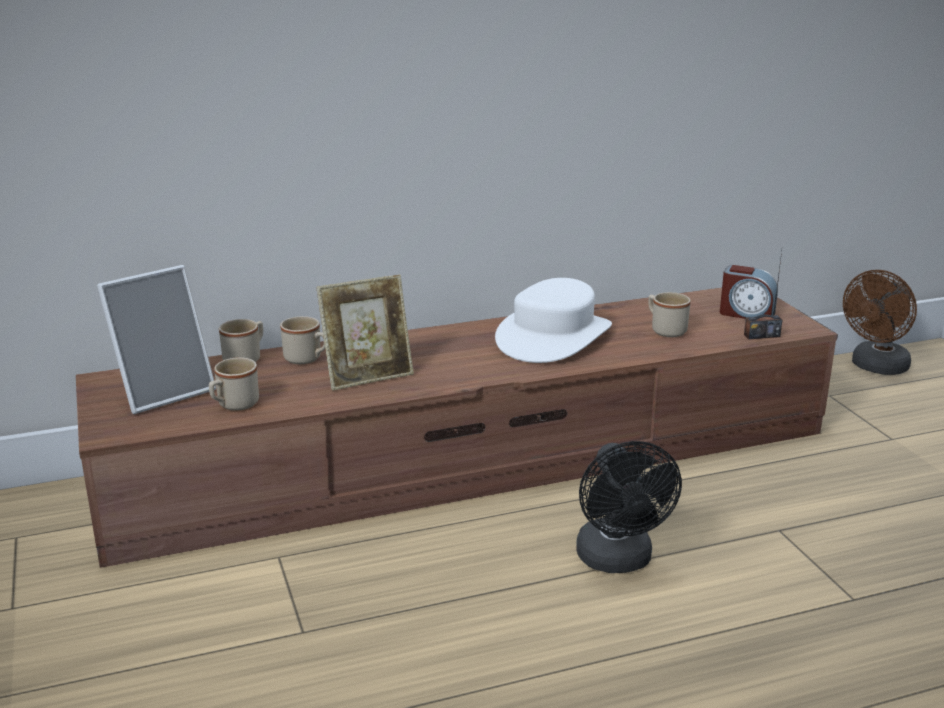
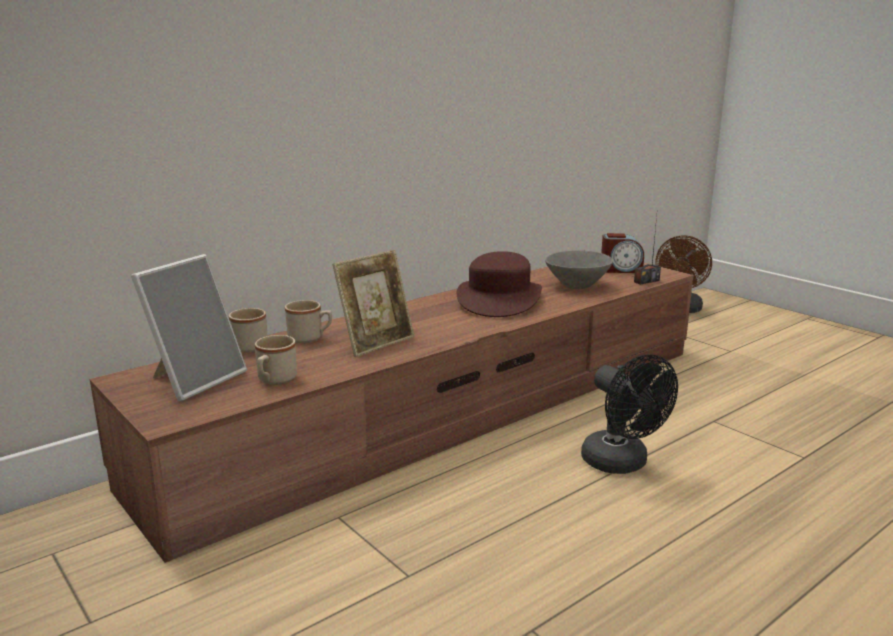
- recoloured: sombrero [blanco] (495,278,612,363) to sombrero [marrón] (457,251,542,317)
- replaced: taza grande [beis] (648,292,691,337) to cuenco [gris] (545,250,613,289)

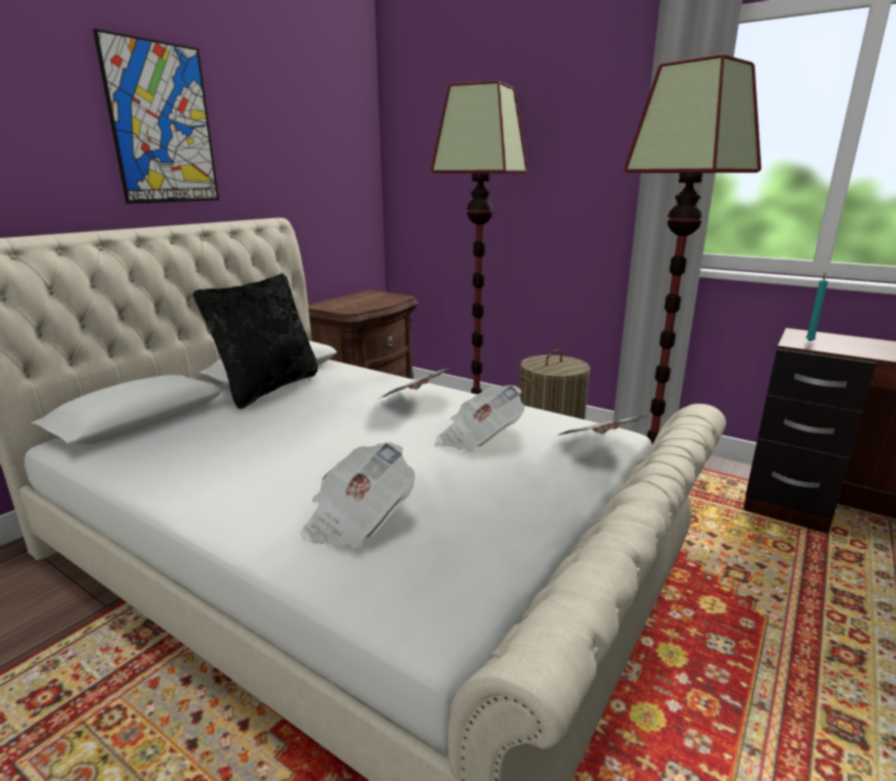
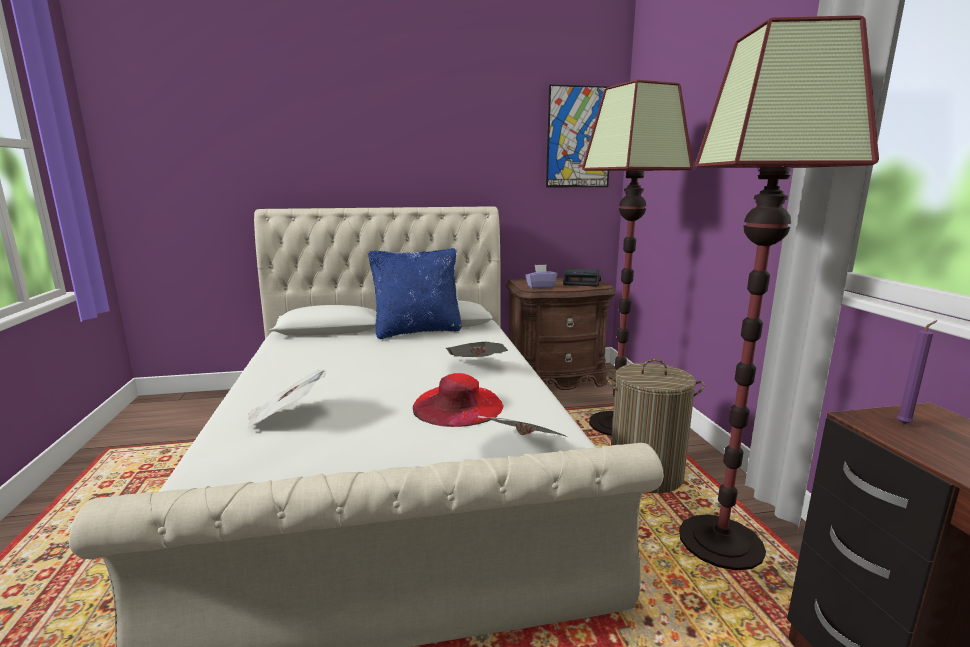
- moved: cuadro (93,28,219,204) to (546,84,609,187)
- recoloured: cojín [negro] (192,274,318,409) to cojín [azul] (368,248,462,339)
- replaced: periódico (436,385,525,452) to sombrero [rojo] (413,373,503,427)
- recoloured: vela [turquesa] (806,273,828,341) to vela [morado] (897,320,937,424)
- added: caja de pañuelos [morado] (525,264,557,289)
- added: despertador (563,268,601,286)

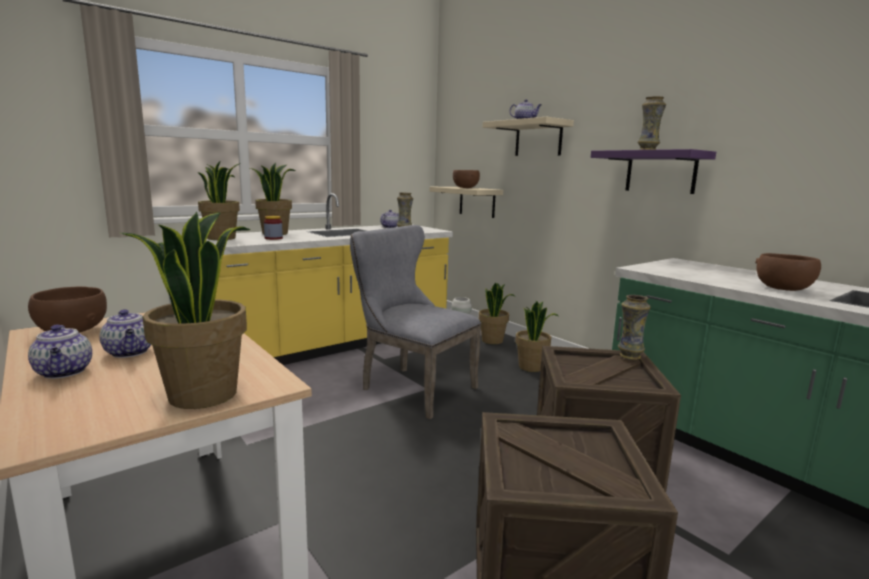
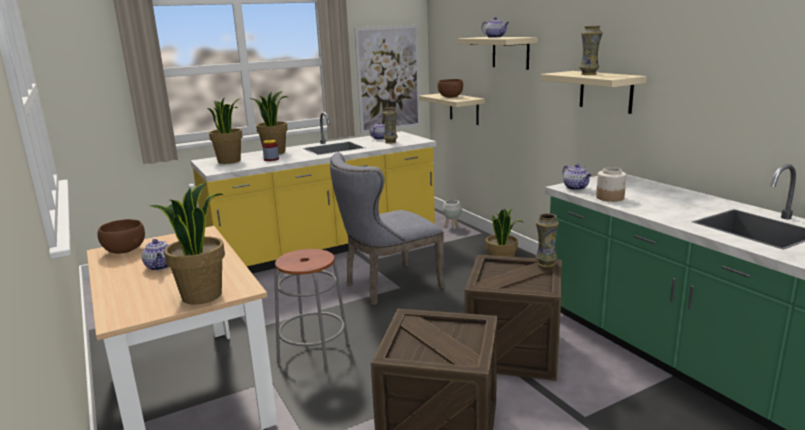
- moved: tetera (28,324,92,379) to (563,164,592,190)
- turned: silla [gris] (350,225,481,419) = (330,152,445,305) 75 degrees counterclockwise
- removed: planta en maceta (479,283,515,344)
- recoloured: estante [morado] (591,149,716,194) to estante [beis] (541,71,647,114)
- removed: cuenco [marrón] (755,253,821,291)
- added: taburete [gris] (275,249,349,372)
- added: cuadro (354,25,421,134)
- added: tarro (596,167,626,202)

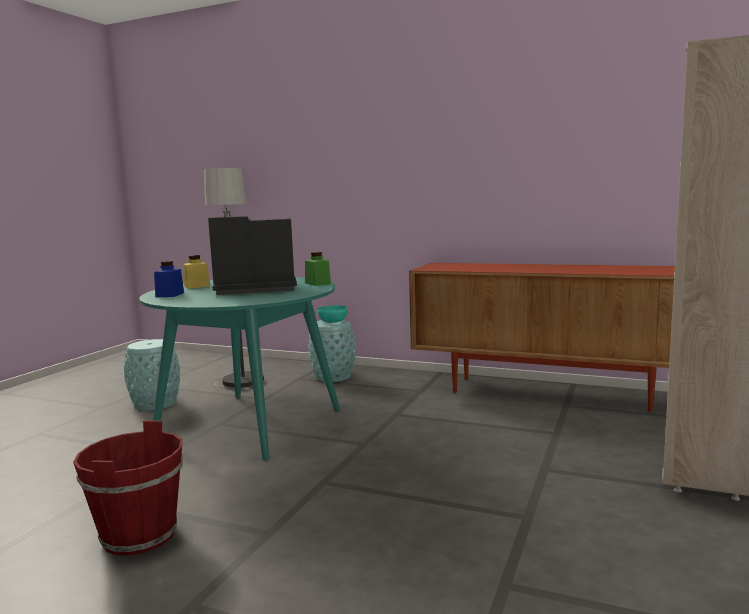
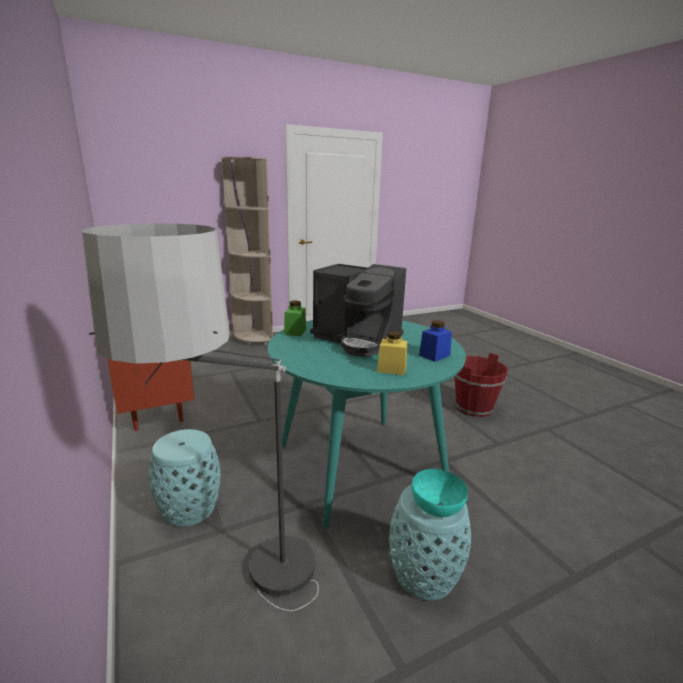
- moved: cuenco [turquesa] (317,305,348,323) to (412,469,468,517)

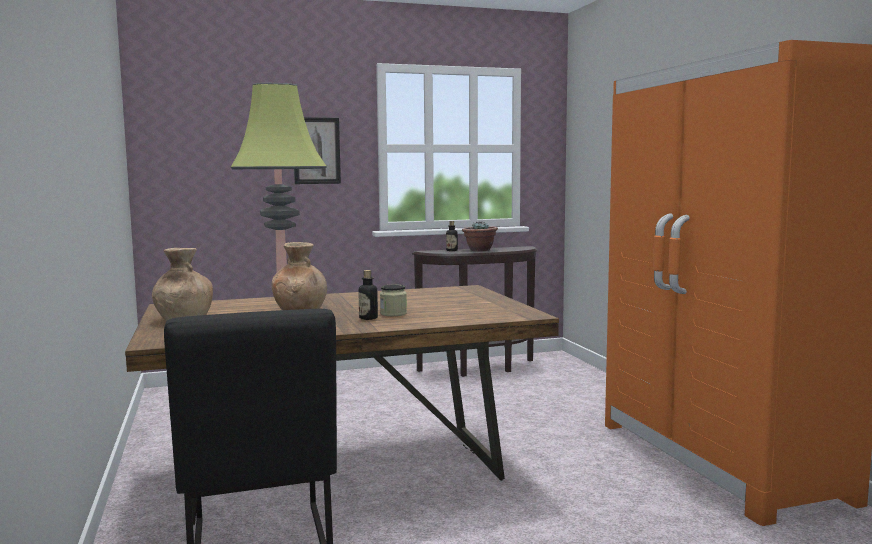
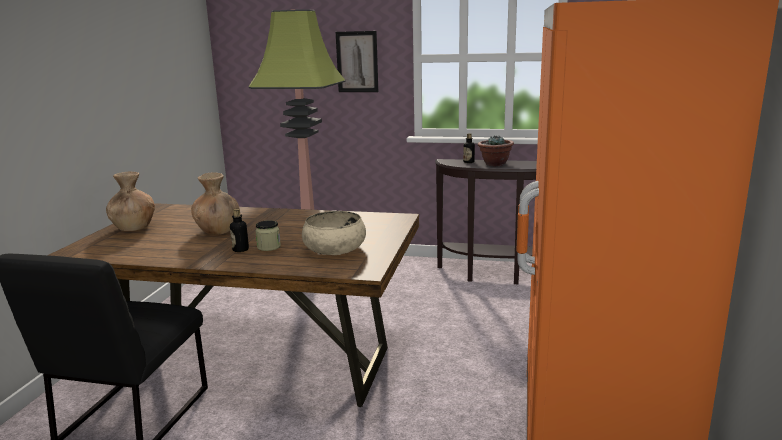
- added: cuenco [beis] (302,211,366,255)

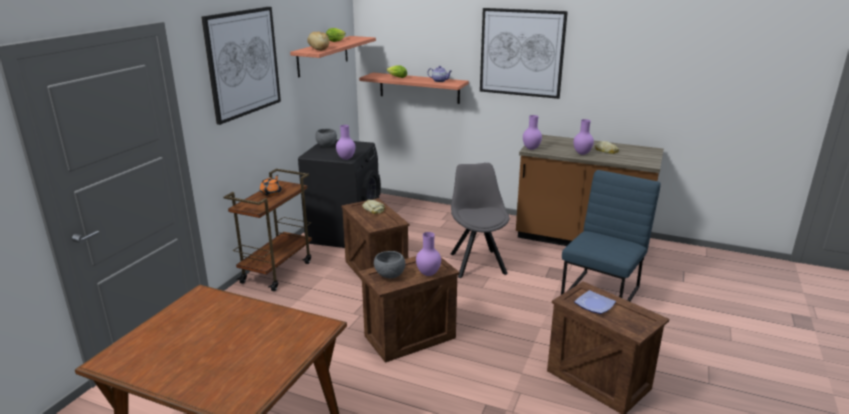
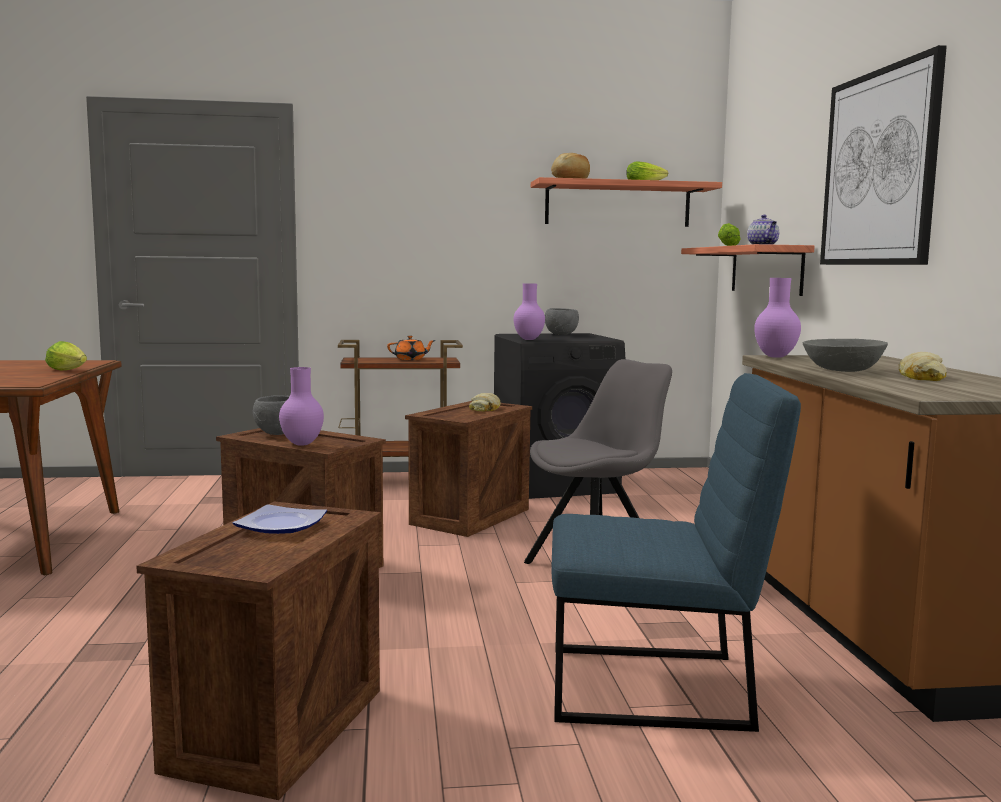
- removed: cuadro (201,7,281,125)
- replaced: florero [morado] (573,119,594,155) to cuenco [gris] (803,339,888,372)
- added: lechuga (45,341,87,370)

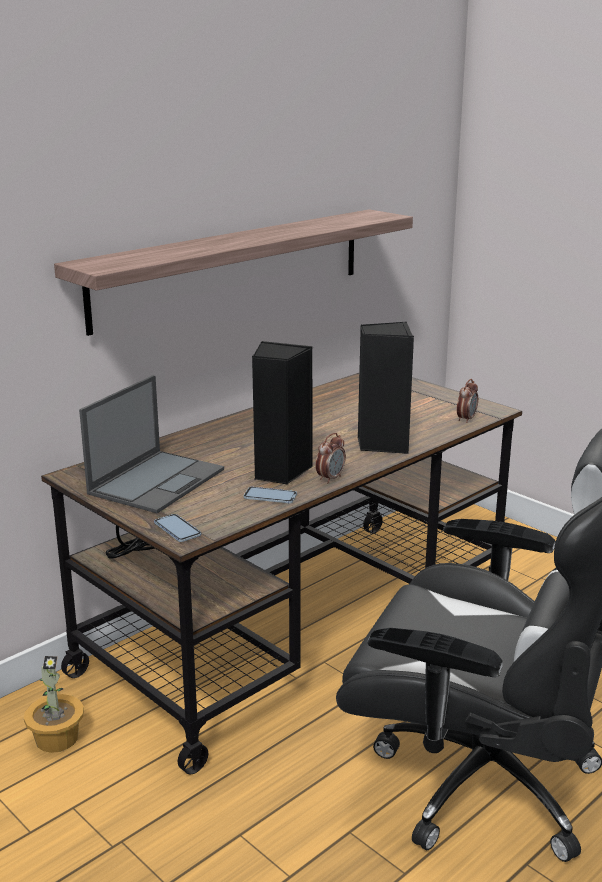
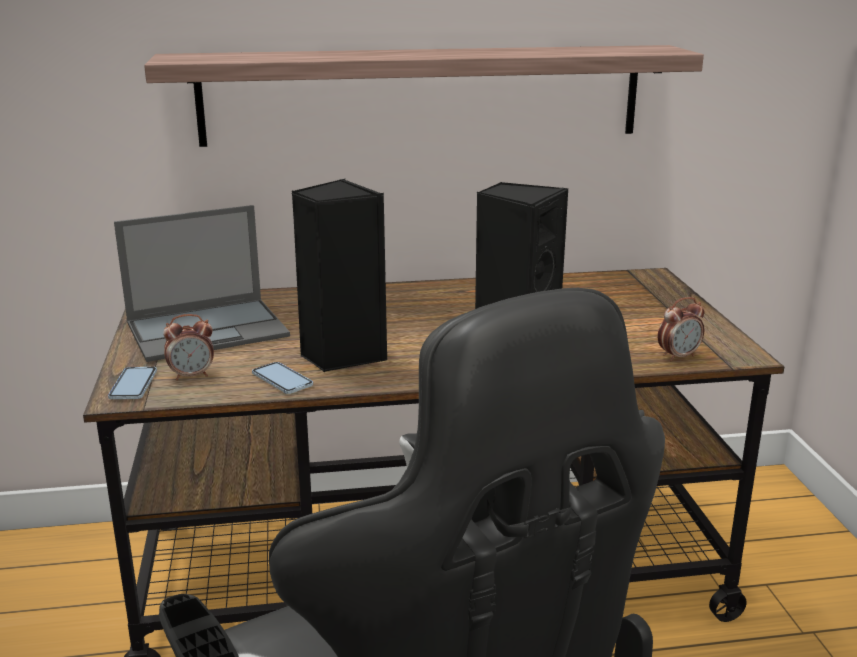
- removed: planta en maceta (24,656,84,753)
- moved: despertador (316,433,346,483) to (163,314,214,380)

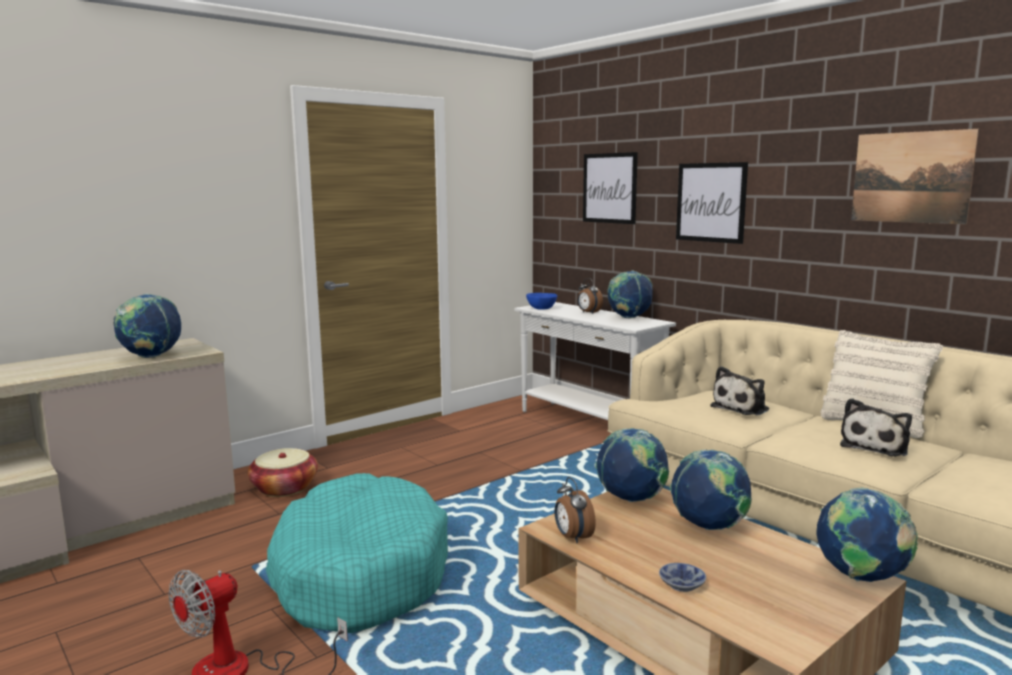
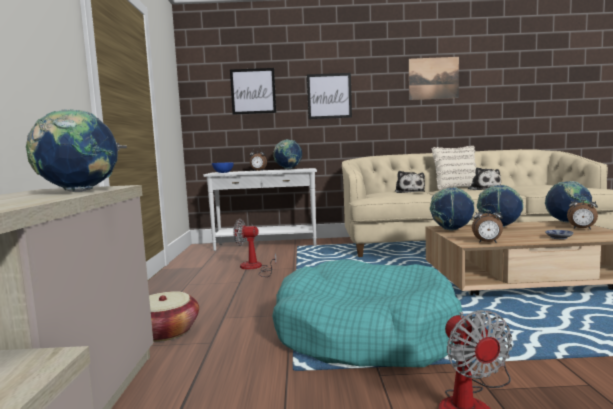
- added: ventilador (233,219,276,277)
- added: despertador (567,194,598,230)

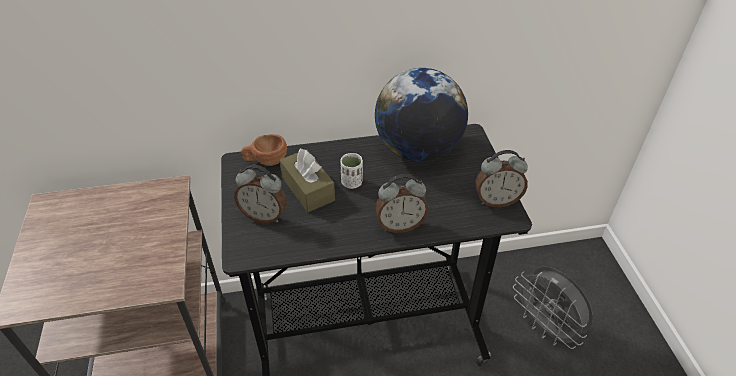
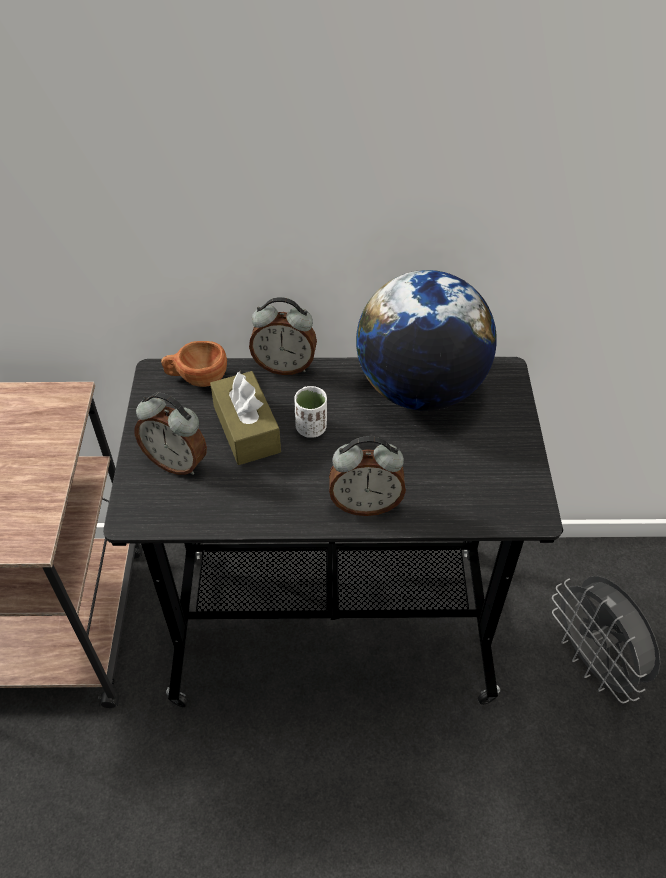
- moved: despertador (475,150,528,207) to (249,297,317,375)

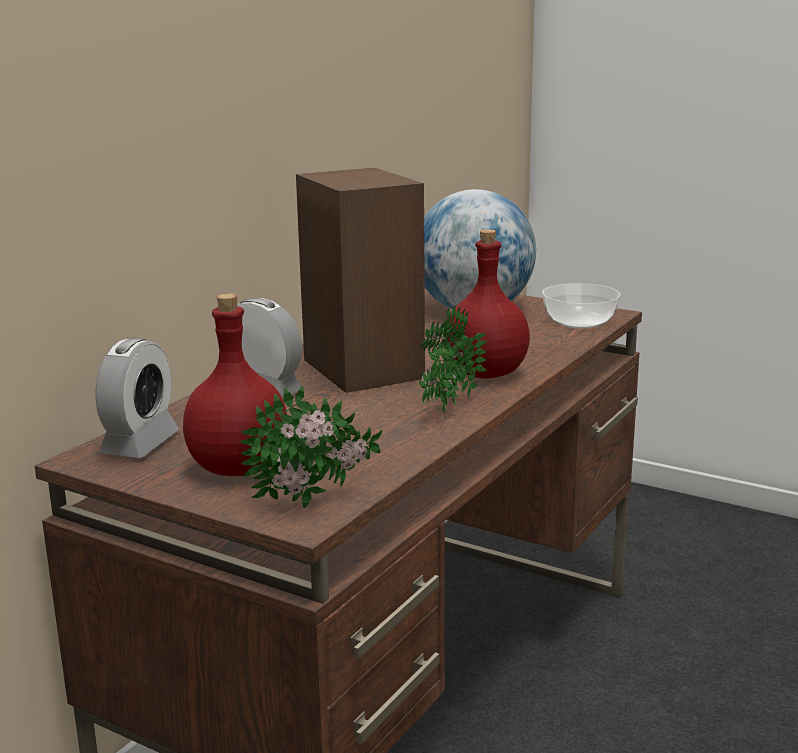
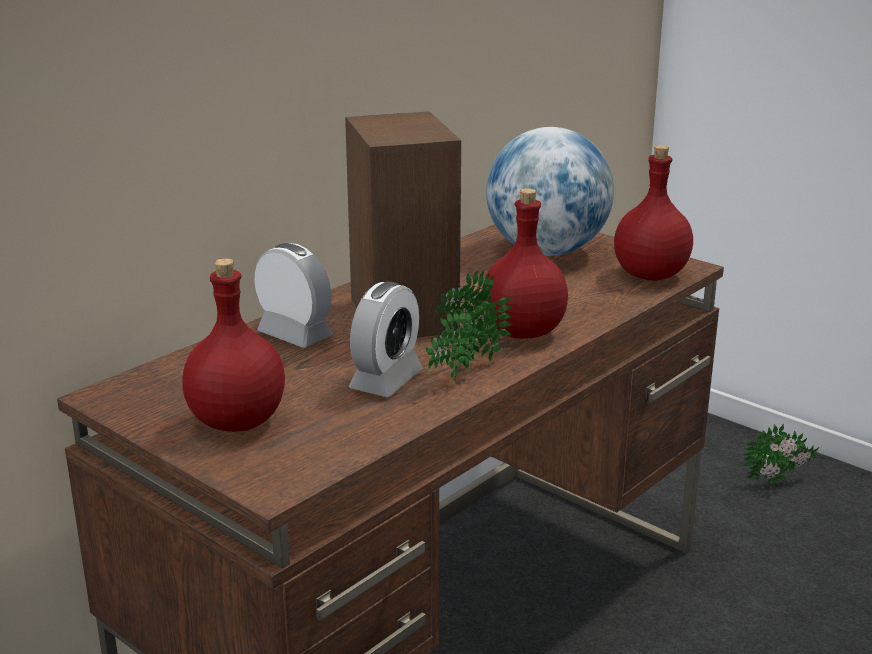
- moved: despertador (95,338,179,458) to (349,281,423,397)
- moved: planta en maceta (240,386,382,508) to (742,424,819,486)
- replaced: cuenco (542,283,621,329) to botella [rojo] (614,145,693,281)

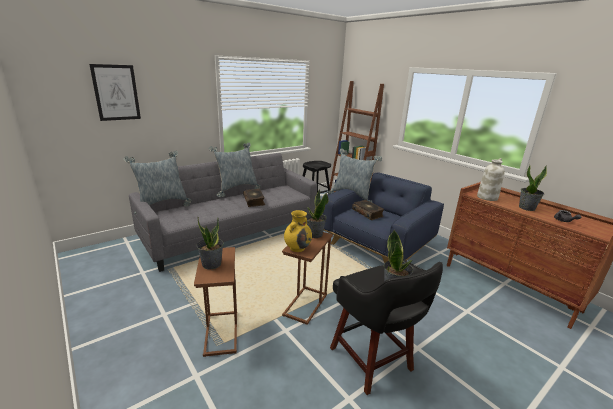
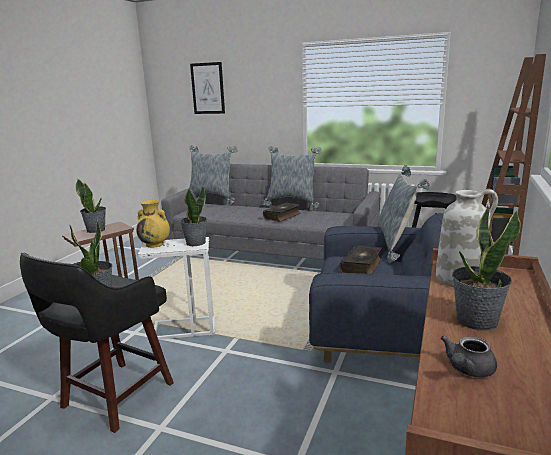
- recoloured: mesa auxiliar [marrón] (282,232,333,325) to mesa auxiliar [blanco] (138,237,215,340)

